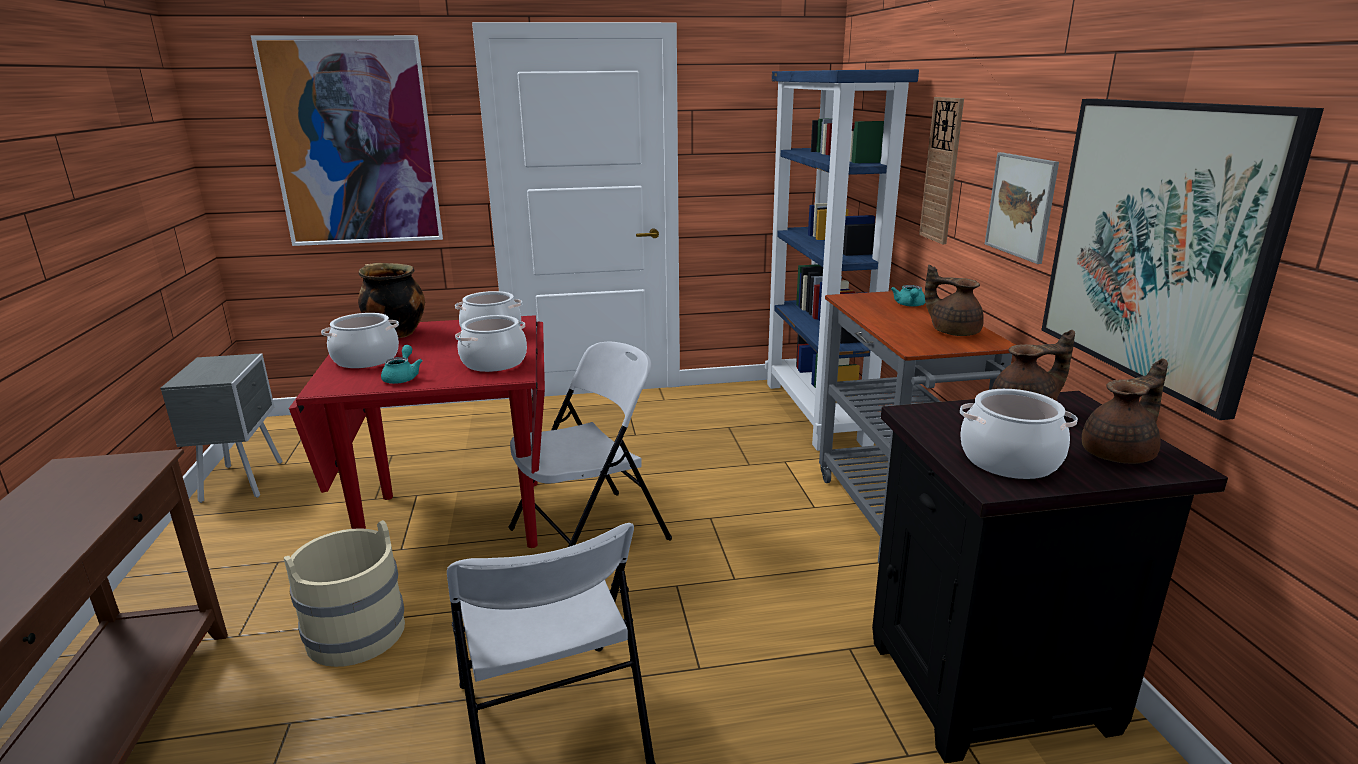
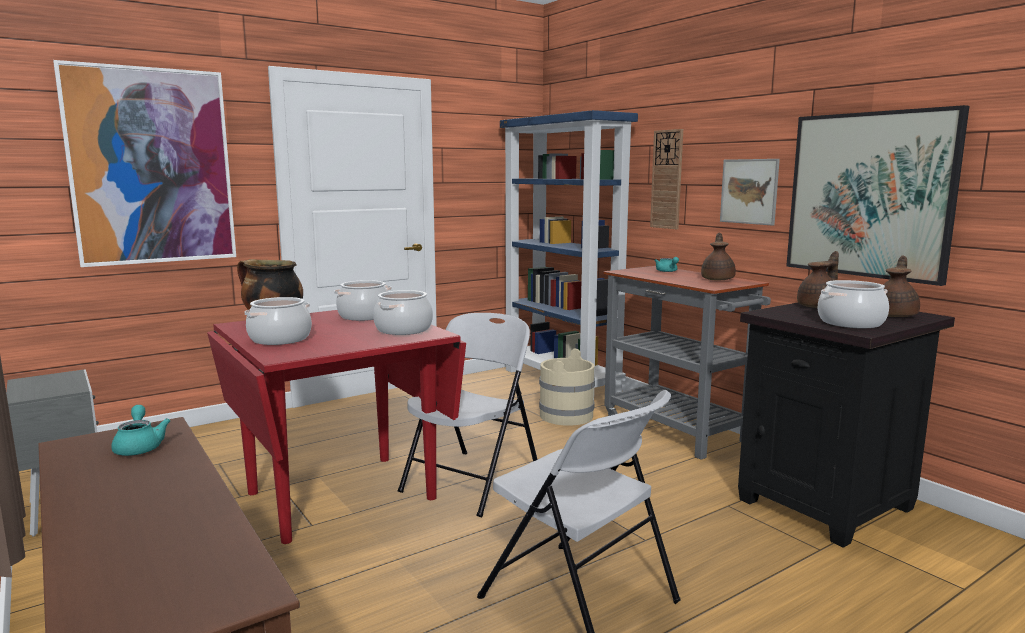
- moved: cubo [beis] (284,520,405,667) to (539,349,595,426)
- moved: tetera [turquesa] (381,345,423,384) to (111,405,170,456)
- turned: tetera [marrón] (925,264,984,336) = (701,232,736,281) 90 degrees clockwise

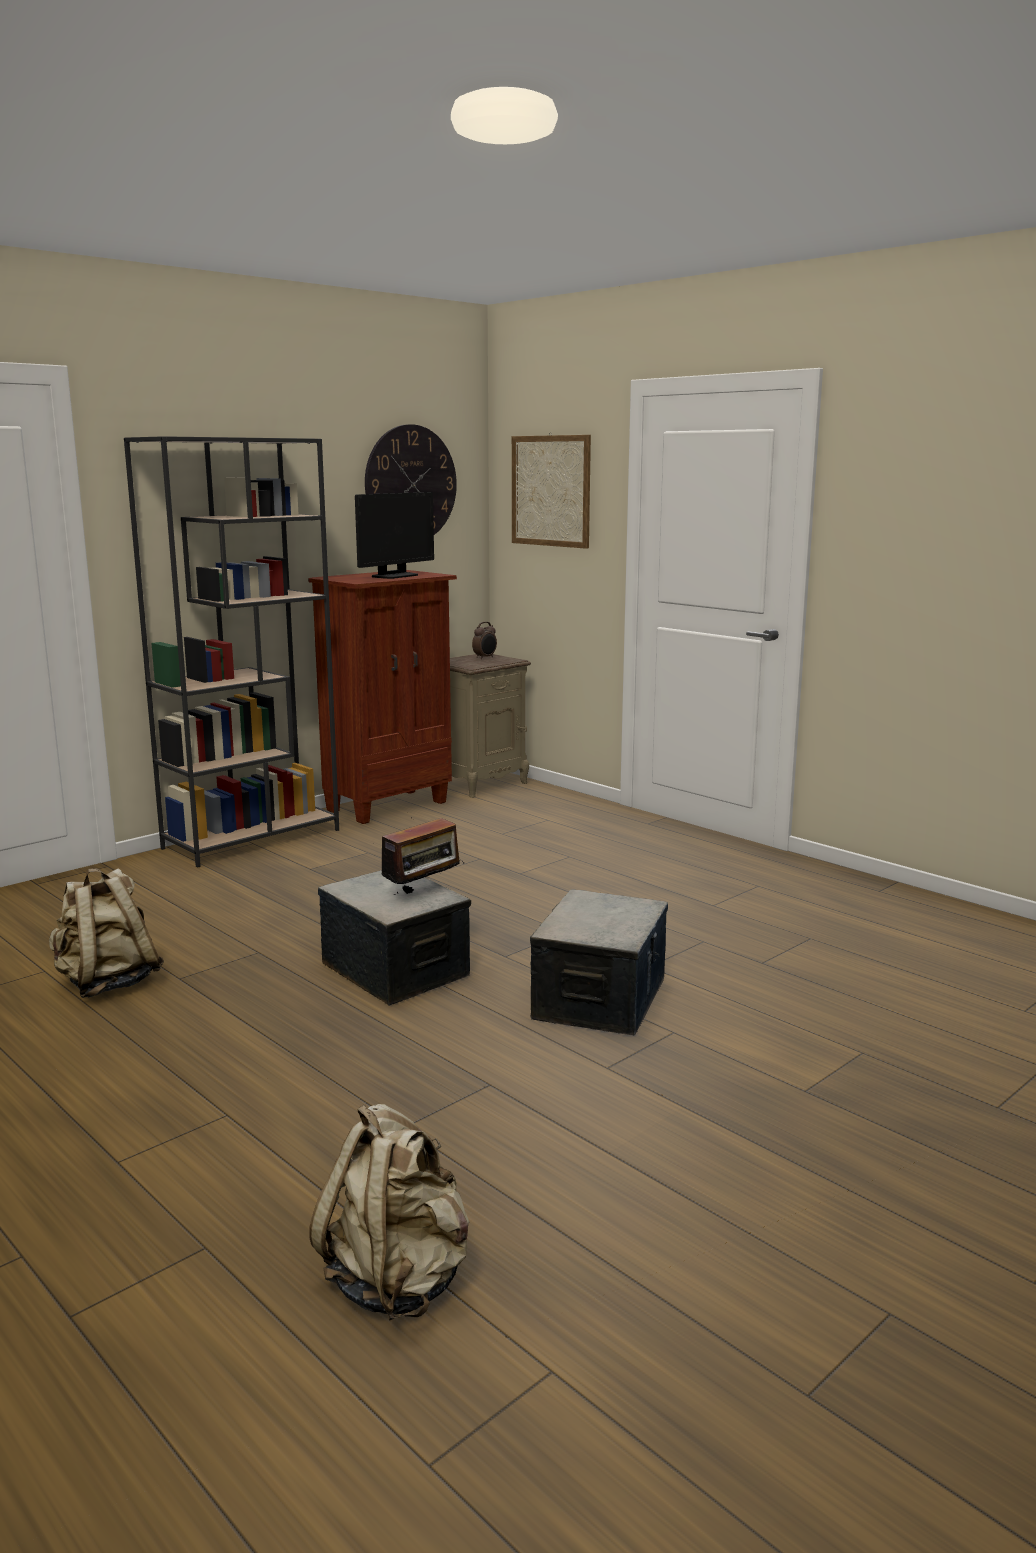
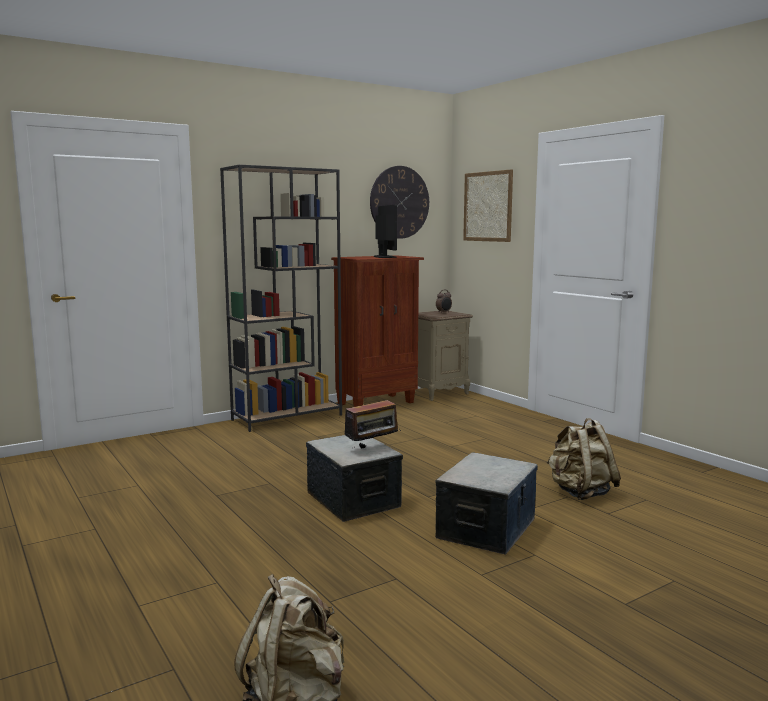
- moved: mochila [beis] (49,868,164,998) to (547,418,621,500)
- turned: monitor (355,492,434,579) = (374,205,397,258) 60 degrees counterclockwise

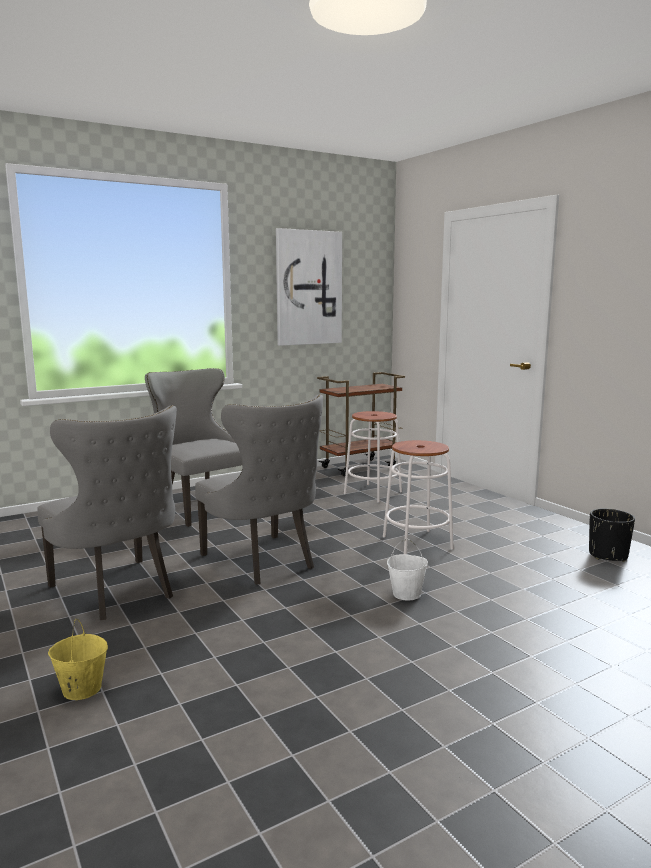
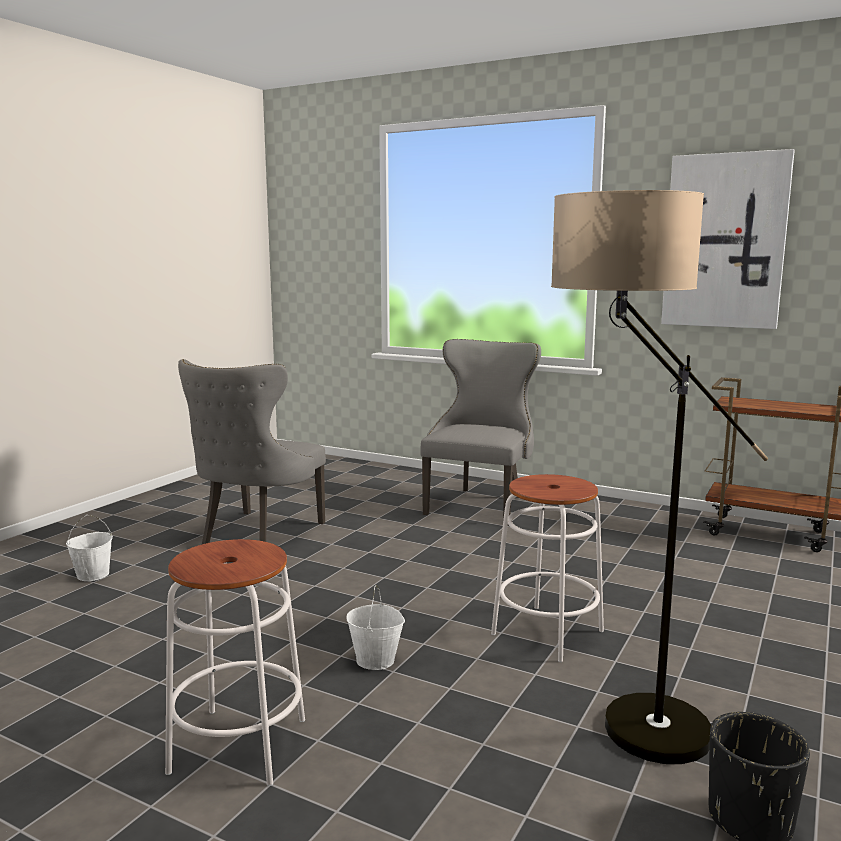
- recoloured: cubo [amarillo] (48,618,108,700) to cubo [blanco] (66,515,113,581)
- removed: silla [gris] (195,394,323,585)
- moved: taburete [blanco] (344,411,402,502) to (165,539,305,786)
- added: lámpara de pie (551,190,768,764)

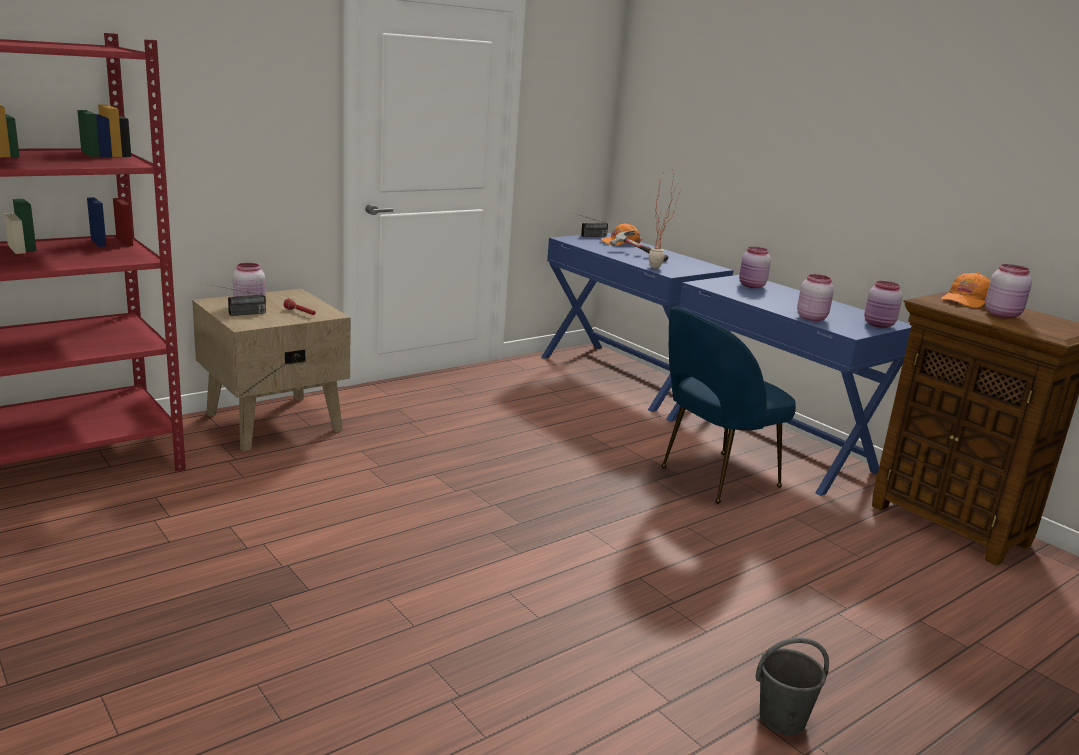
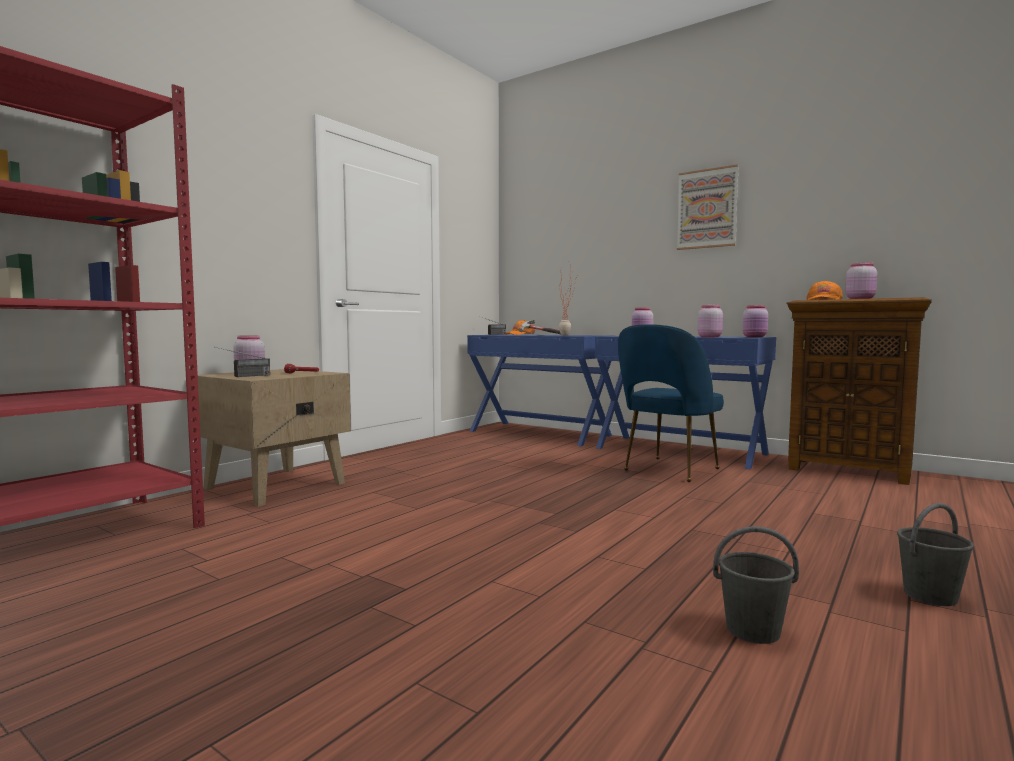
- added: cuadro (677,164,739,250)
- added: cubo [gris] (713,526,799,644)

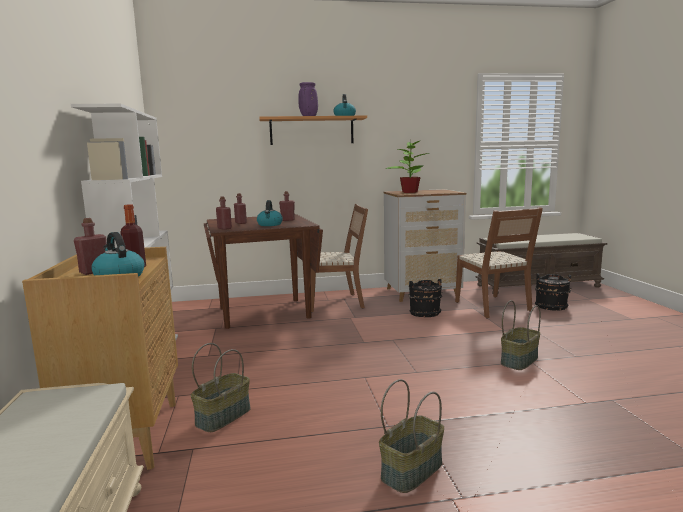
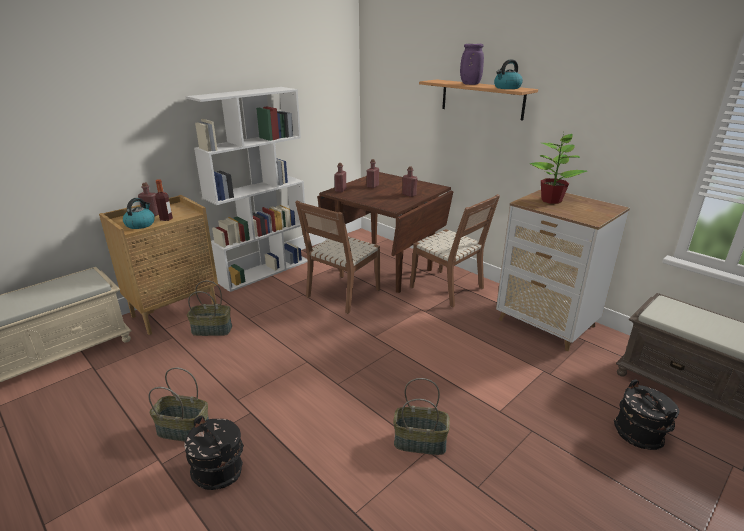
- removed: hervidor (257,200,283,226)
- moved: cubo [negro] (408,279,443,317) to (184,415,244,490)
- moved: silla (455,207,543,318) to (295,201,380,314)

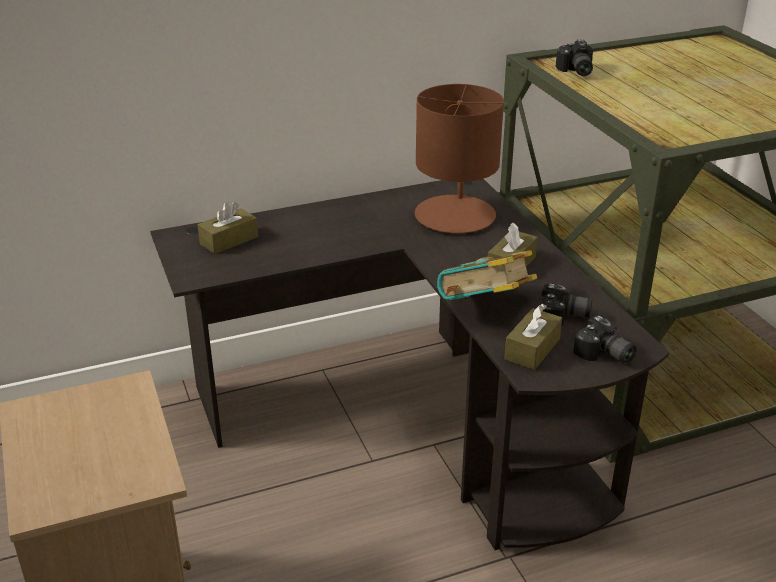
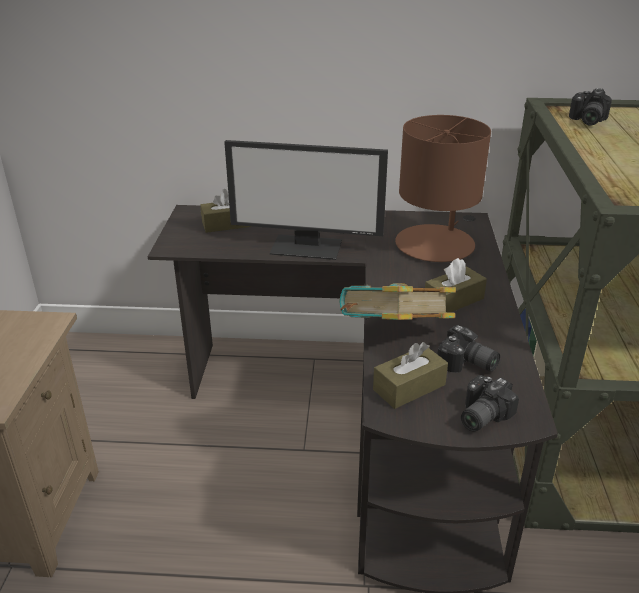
- turned: cámara (573,315,637,363) = (461,375,519,432) 60 degrees clockwise
- added: monitor (224,140,388,260)

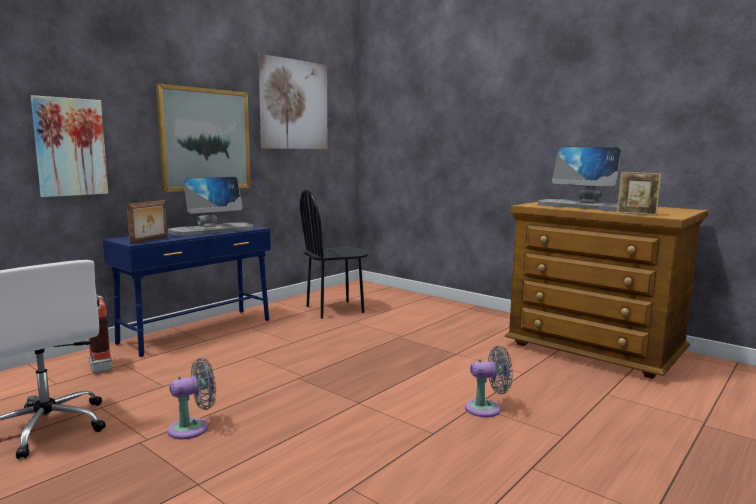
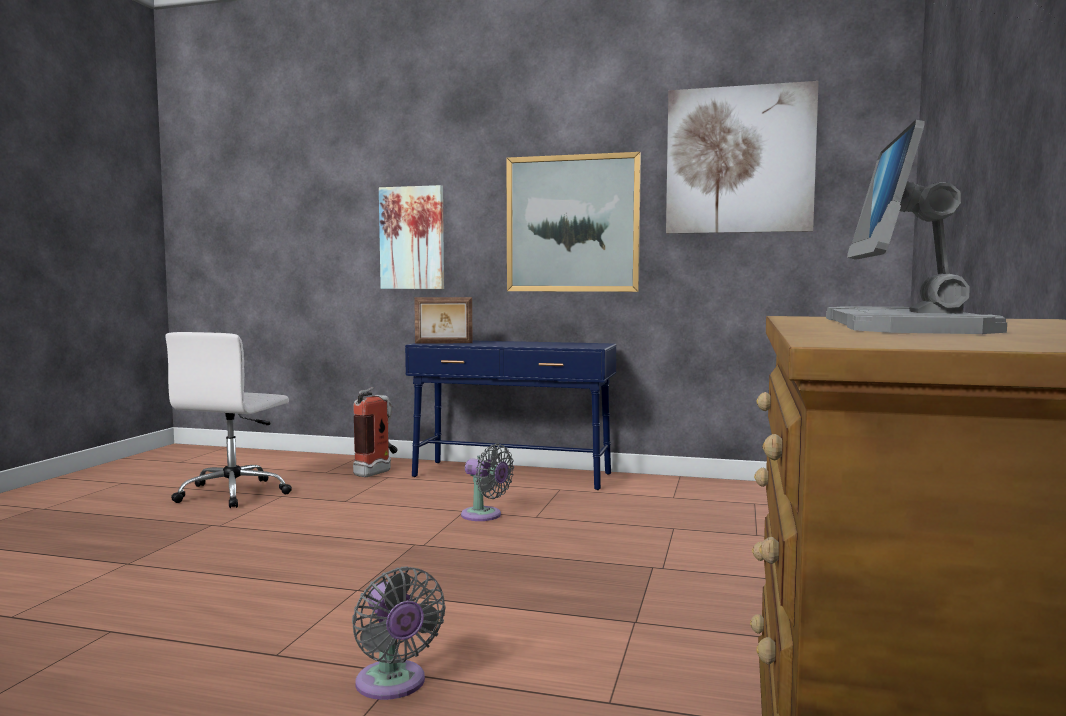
- removed: monitor (168,177,254,236)
- moved: ventilador [gris] (168,358,216,439) to (461,444,514,521)
- removed: silla [negro] (300,189,369,319)
- removed: portarretratos (617,172,661,216)

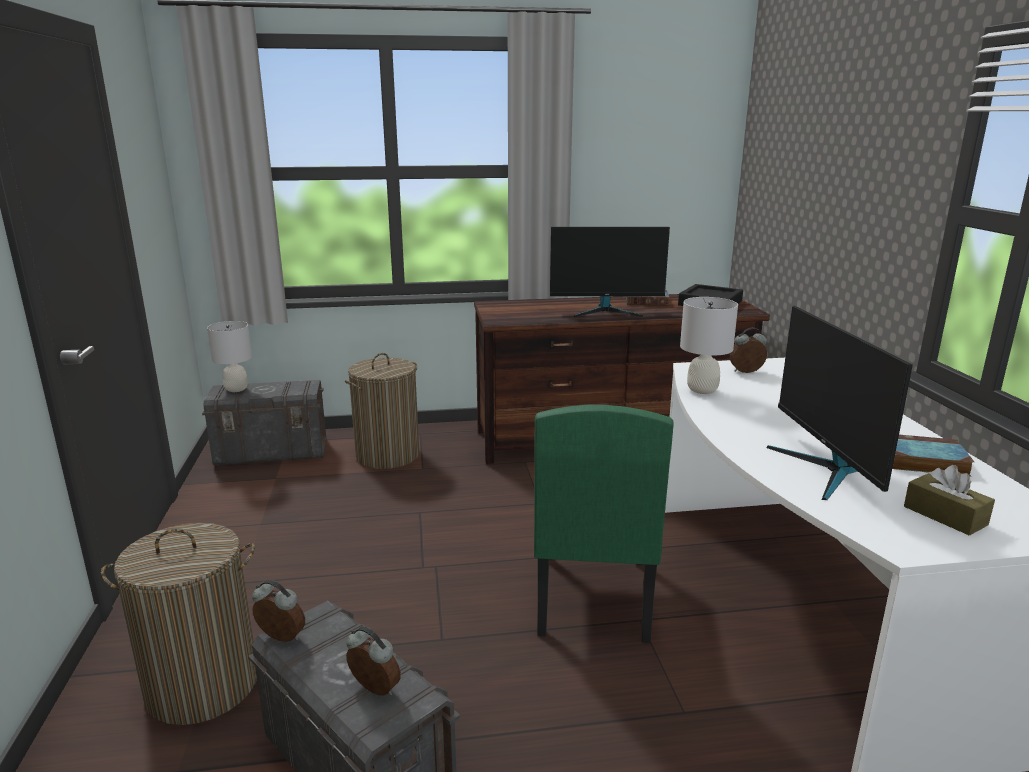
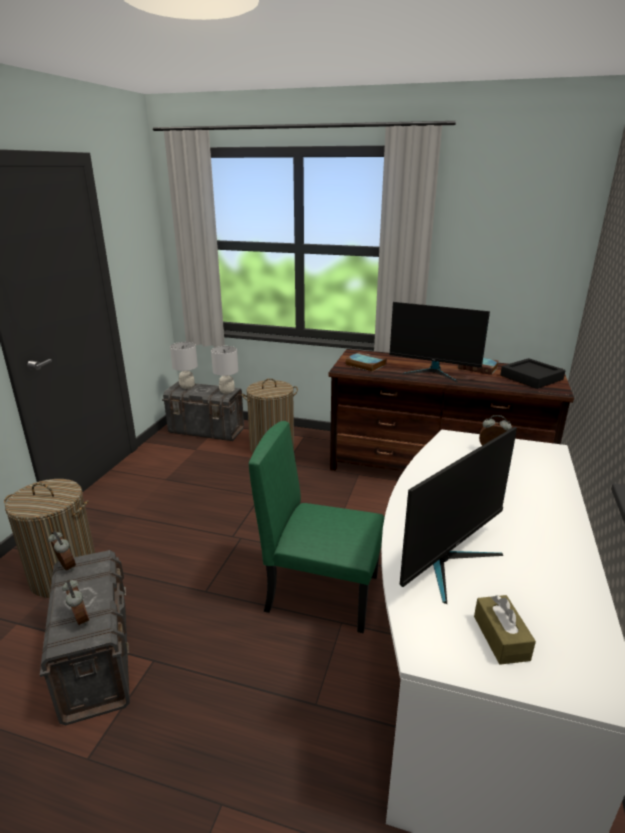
- turned: silla [verde] (534,405,674,643) = (249,421,385,633) 75 degrees clockwise
- moved: lámpara de mesa [gris] (680,297,738,394) to (211,346,238,394)
- turned: monitor (766,306,913,500) = (400,427,517,604) 150 degrees counterclockwise
- moved: libro (892,435,974,477) to (345,352,387,372)

